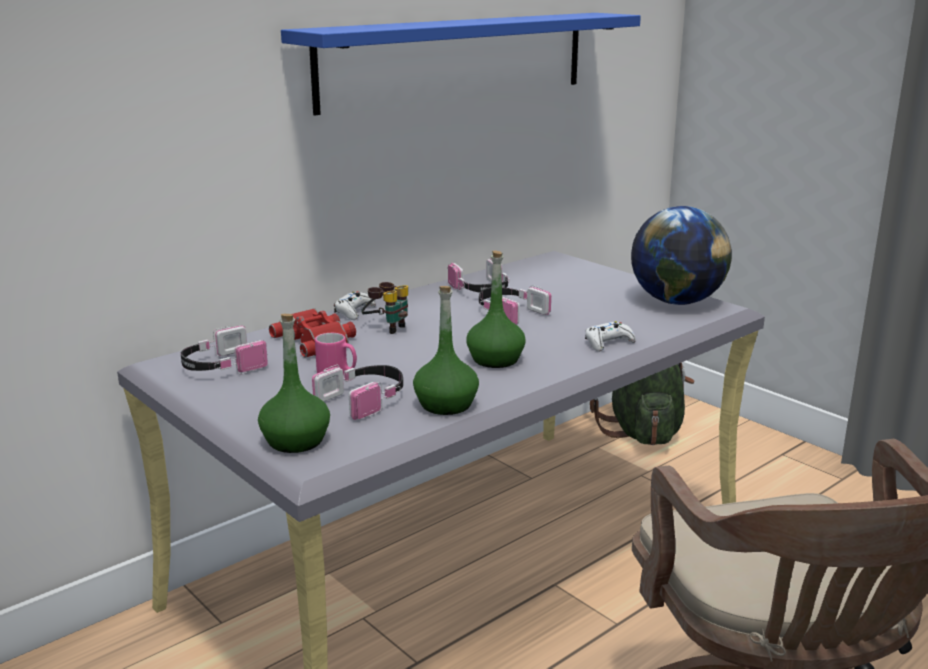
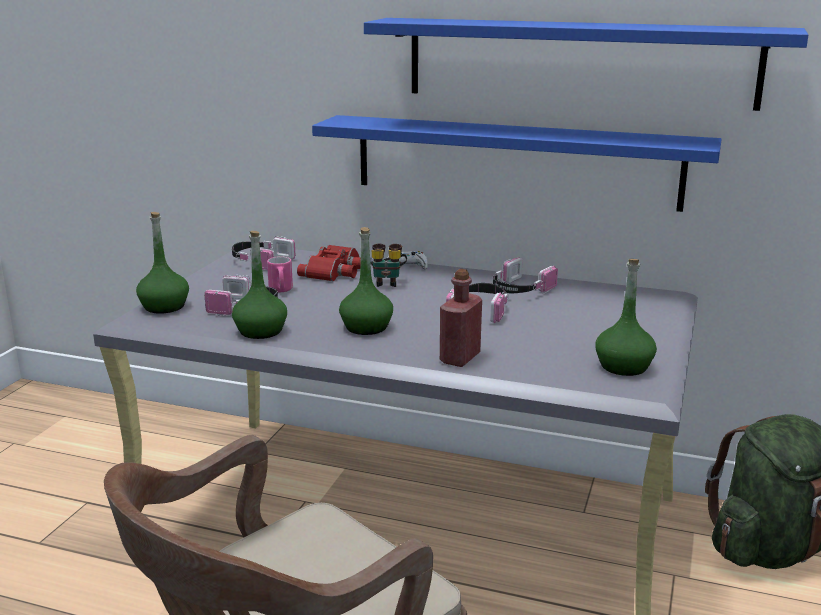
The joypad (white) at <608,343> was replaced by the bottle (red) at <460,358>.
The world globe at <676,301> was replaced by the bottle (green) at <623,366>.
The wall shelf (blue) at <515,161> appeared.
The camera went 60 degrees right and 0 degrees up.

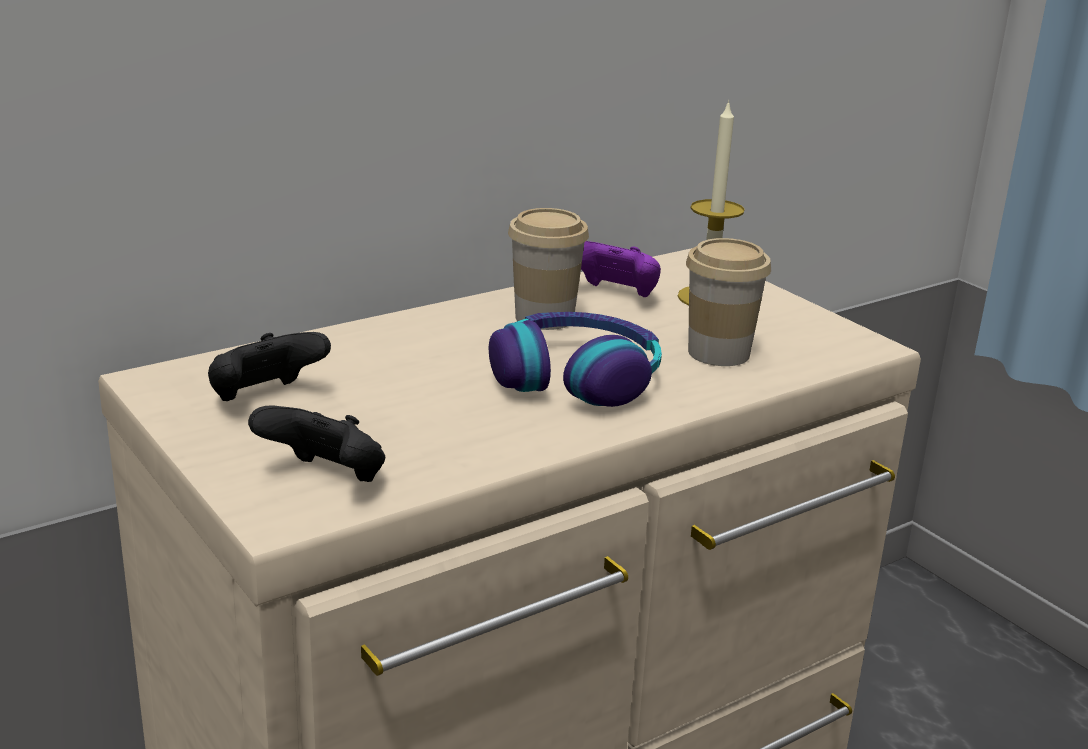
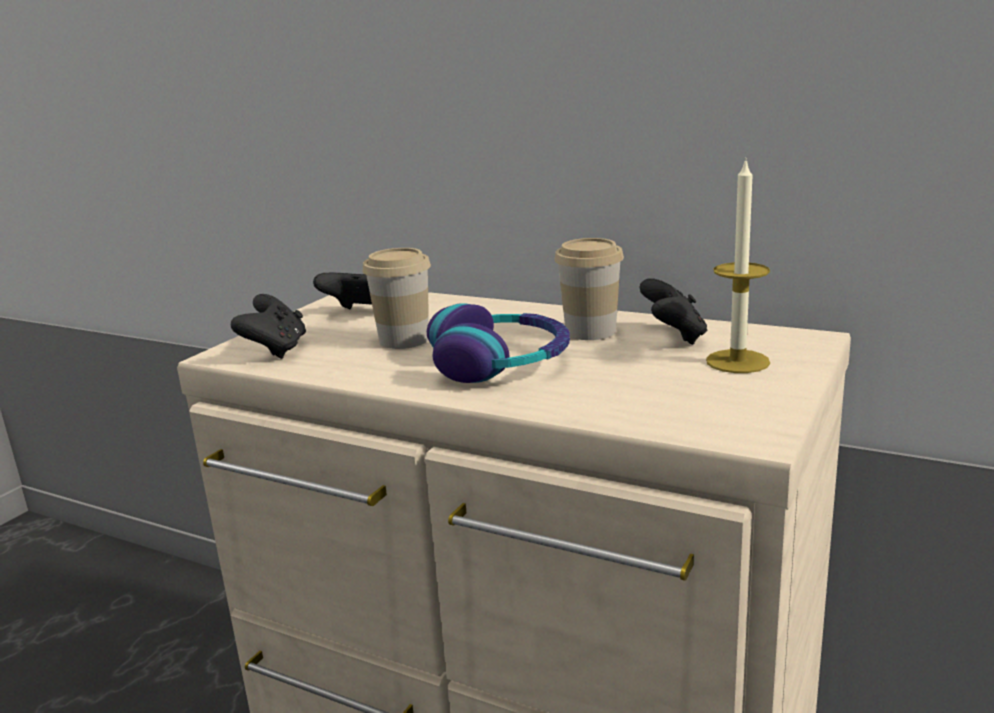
The joypad (purplish) at <613,296> became the joypad (blackish) at <673,337>.
The cup moved from <718,353> to <404,340>.
The camera went 65 degrees right and 5 degrees down.

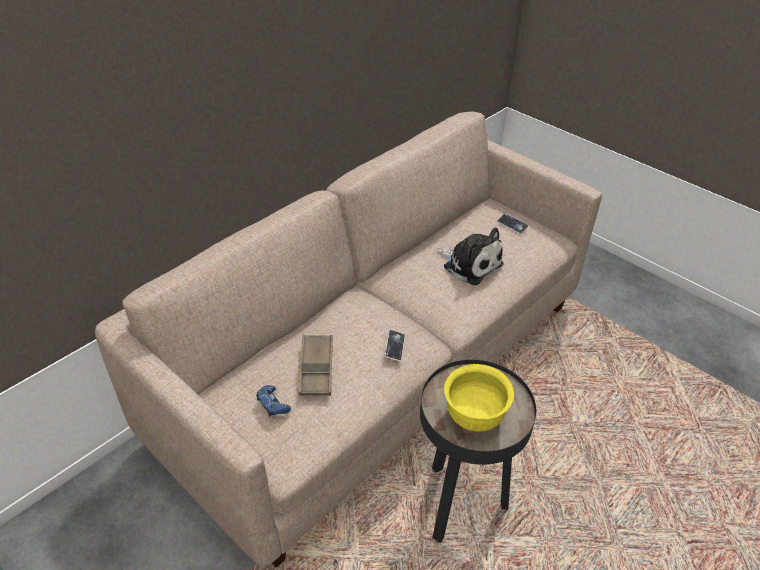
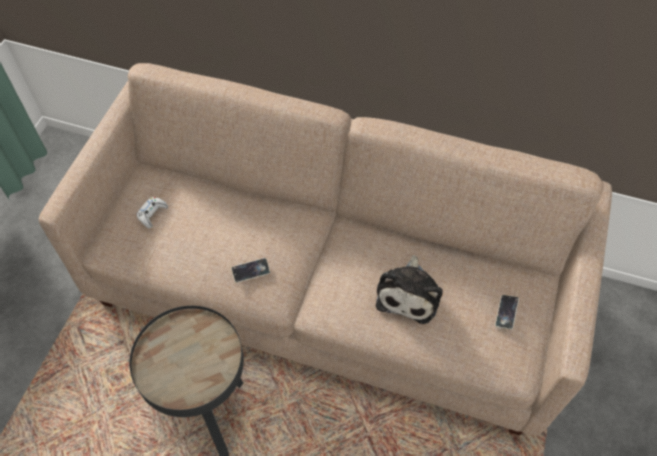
The joypad (blue) at <273,404> became the joypad (white) at <152,214>.
The serving tray (brown) at <316,368> disappeared.
The serving bowl (yellow-coloured) at <474,416> disappeared.
The camera went 65 degrees right and 15 degrees up.

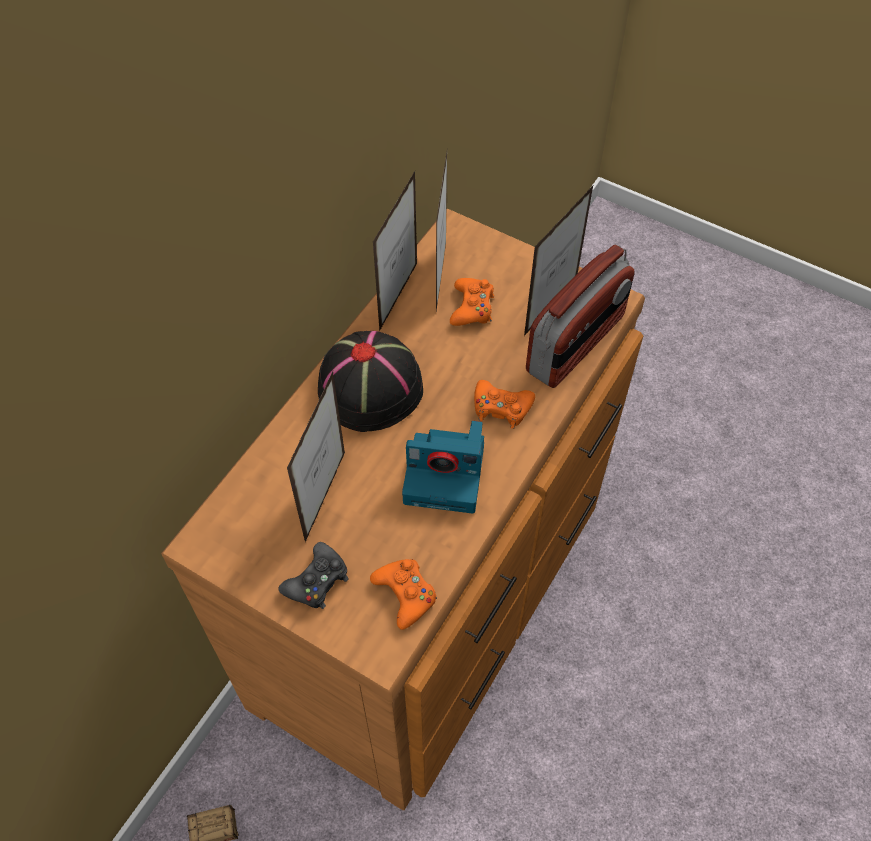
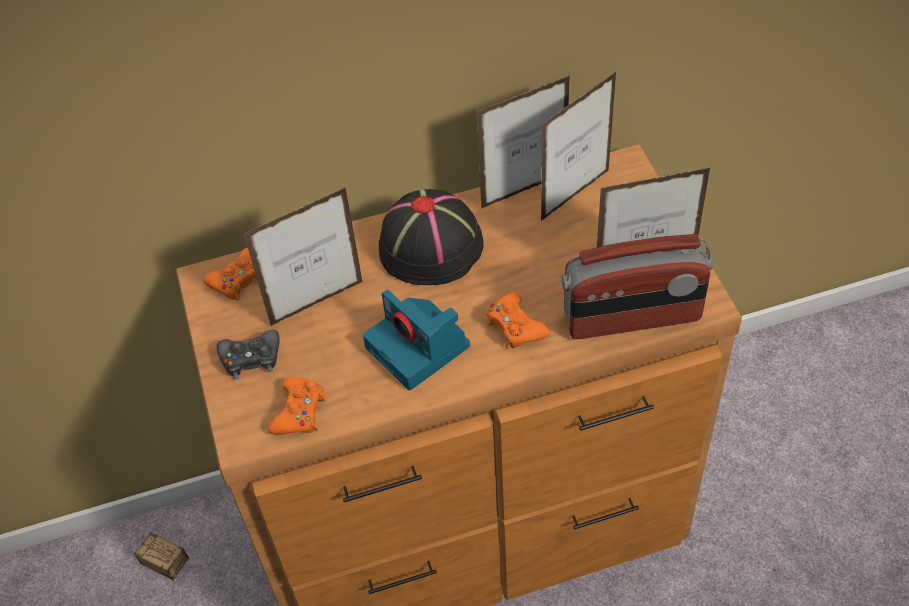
The joypad (orange-coloured) moved from <472,307> to <239,280>.
The camera went 45 degrees right and 5 degrees down.

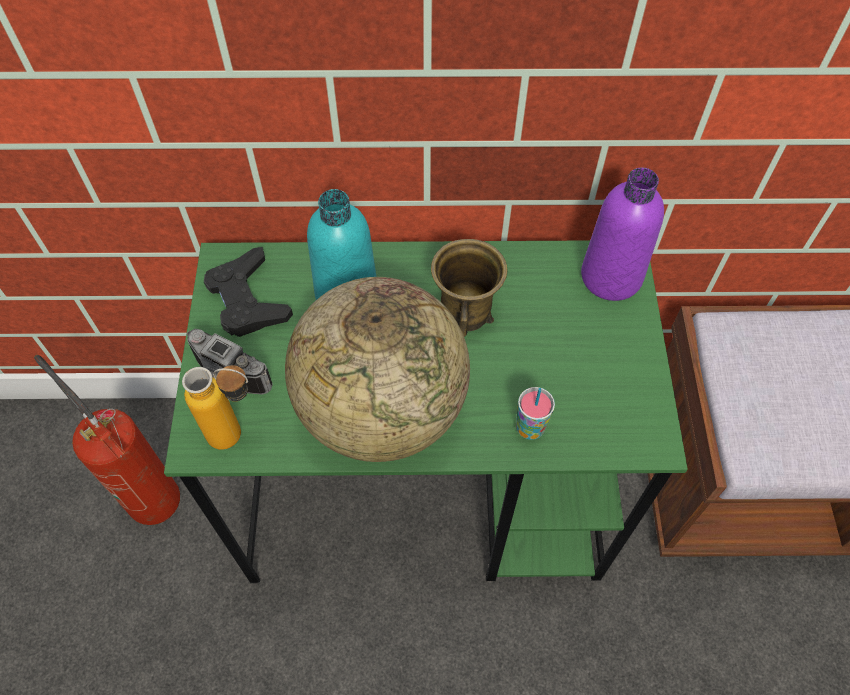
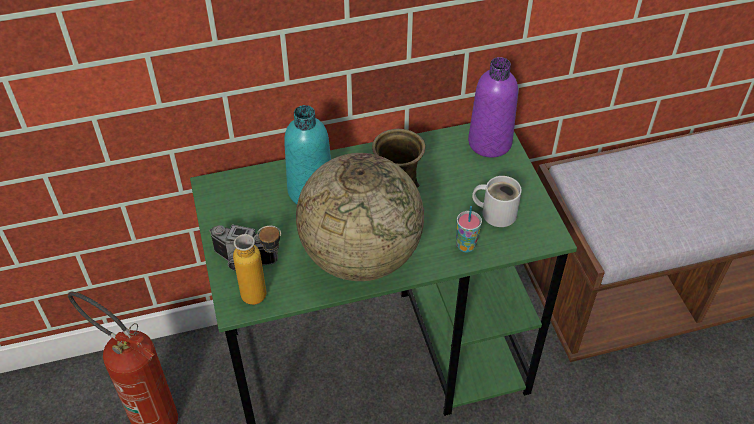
The joypad (blackish) at <247,299> disappeared.
The mug (white) at <496,212> appeared.
The camera went 15 degrees left and 10 degrees down.

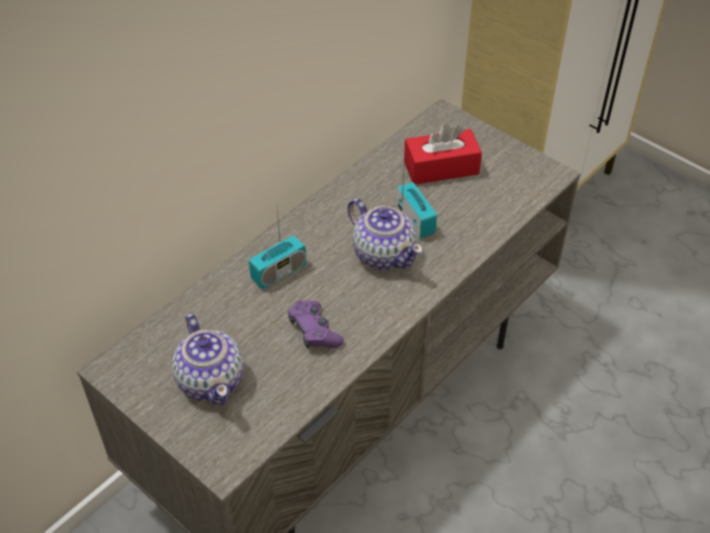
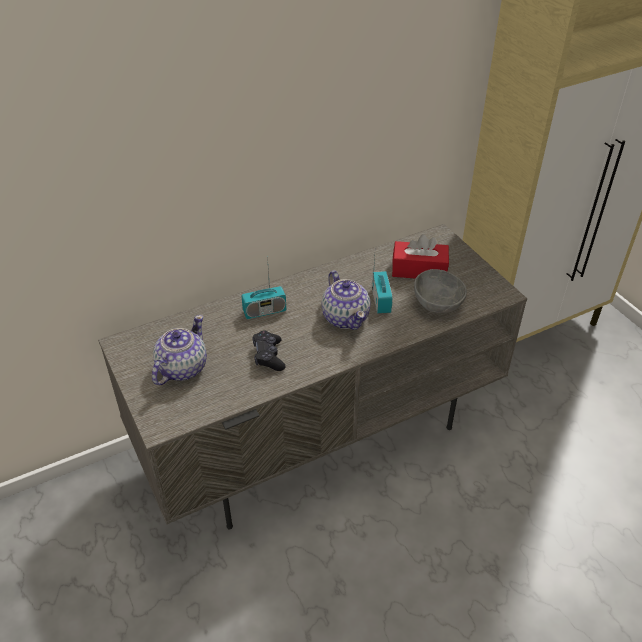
The pot for tea at <211,380> turned 150 degrees counterclockwise.
The joypad (purplish) at <314,331> became the joypad (blackish) at <268,356>.
The serving bowl (greyish) at <438,303> appeared.
The camera went 20 degrees right and 5 degrees down.

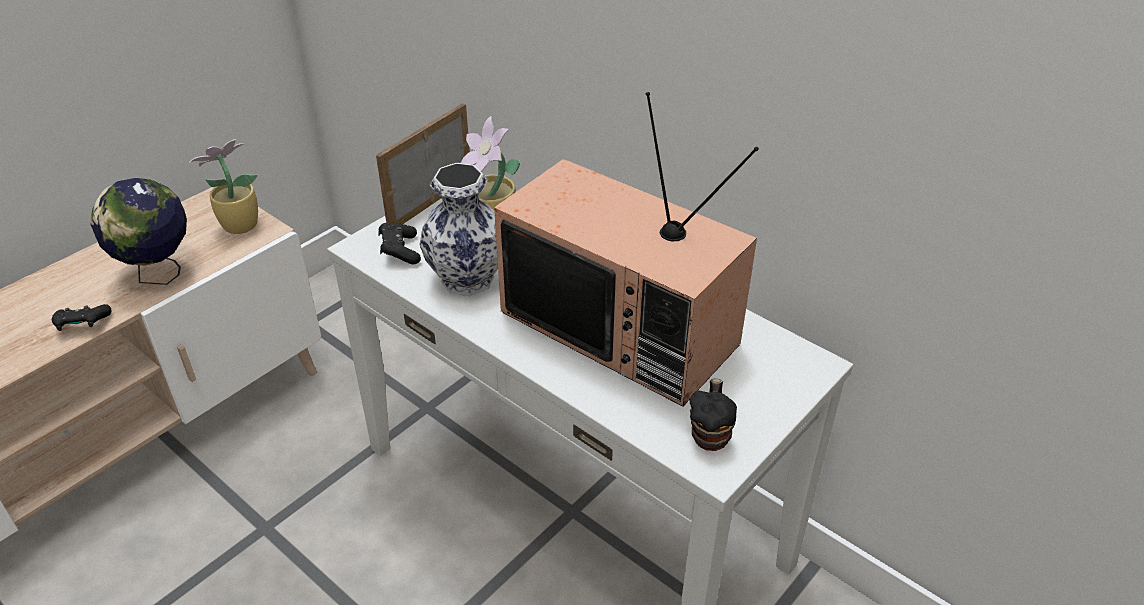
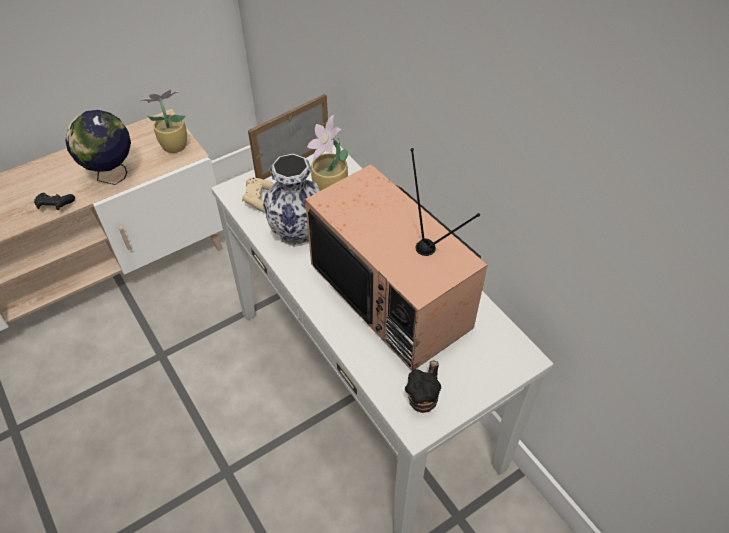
The joypad (blackish) at <400,251> became the joypad (beige) at <259,199>.
The camera went 15 degrees right and 10 degrees up.

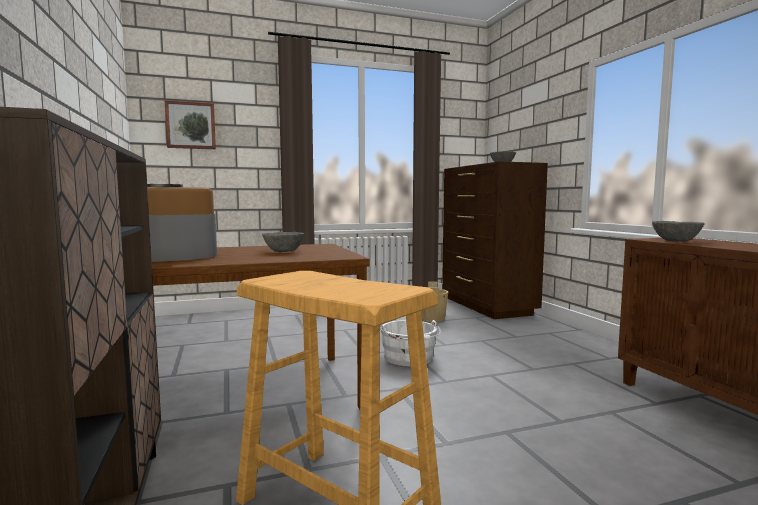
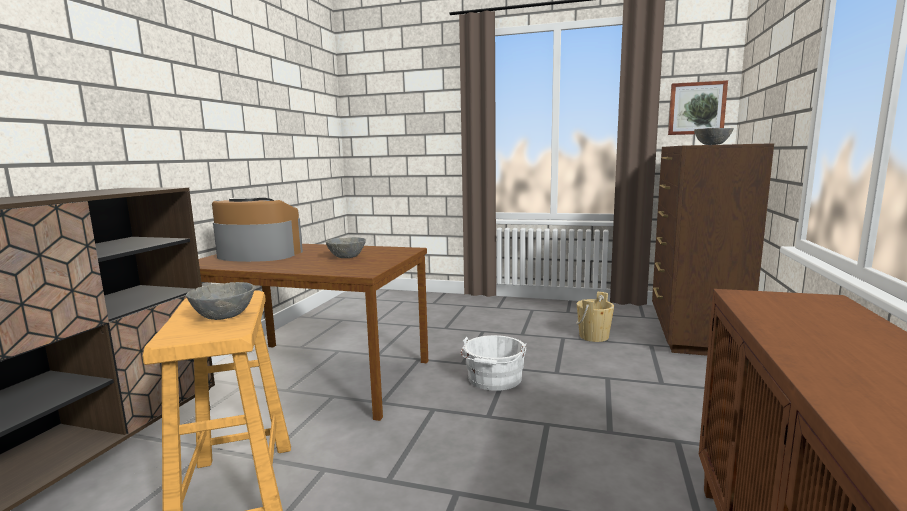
The wall art moved from <191,125> to <696,108>.
The serving bowl (greyish) moved from <676,241> to <224,316>.
The camera went 35 degrees right and 5 degrees up.

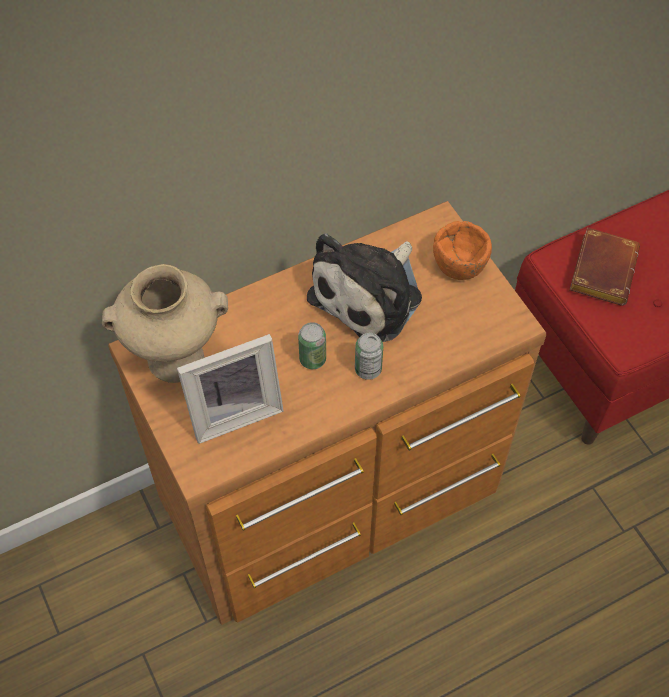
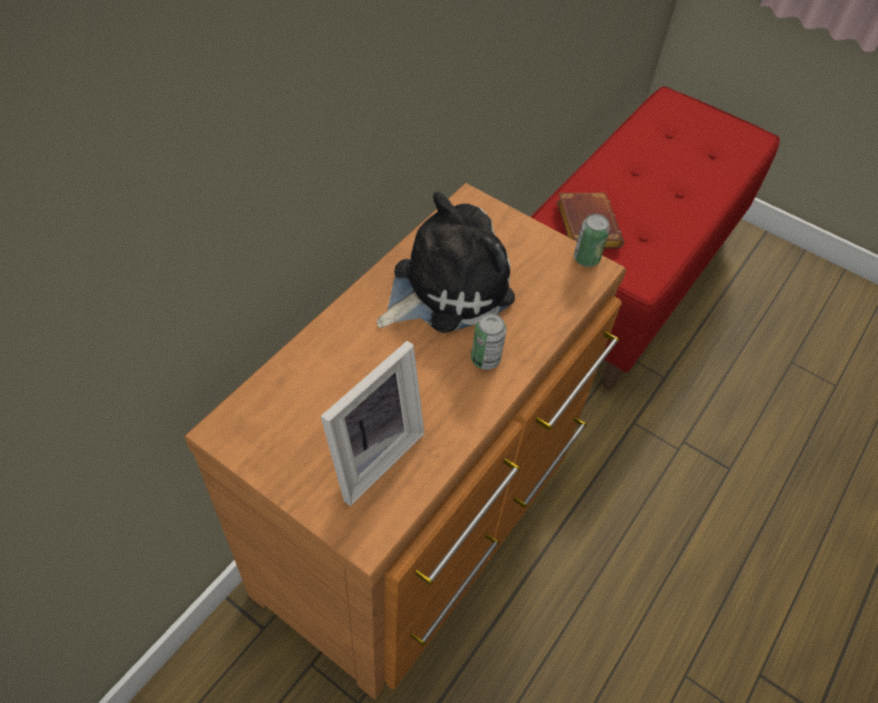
The flower vase (beige) at <174,360> disappeared.
The sealed can moved from <312,359> to <586,259>.
The cuddly toy at <370,295> turned 135 degrees counterclockwise.
The serving bowl (orange-coloured) at <460,266> disappeared.
The camera went 30 degrees left and 5 degrees down.

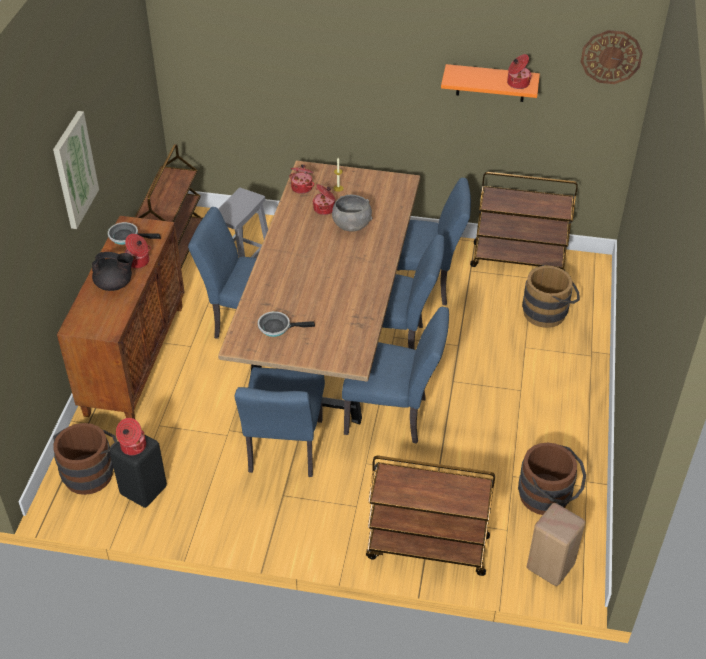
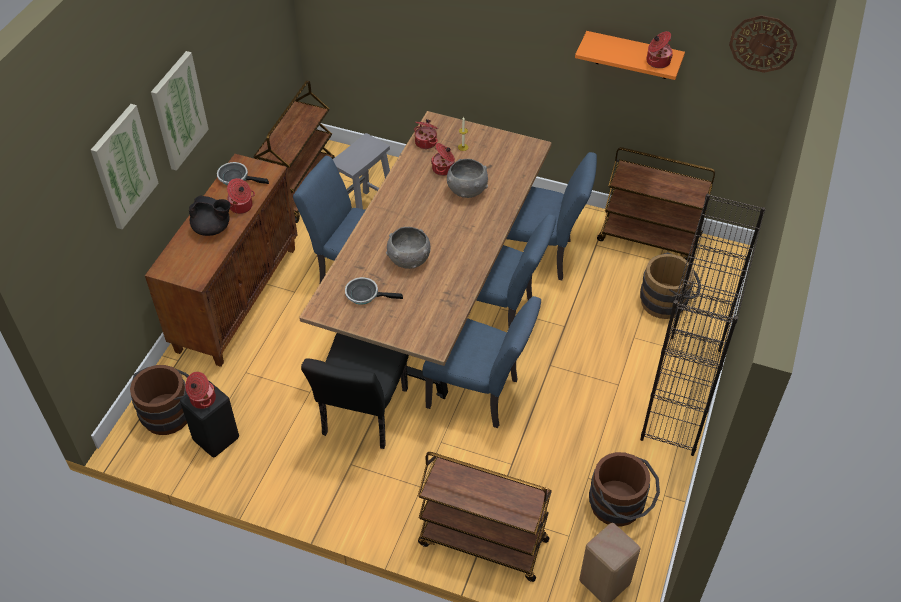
The chair (blue) at <284,451> became the chair (blackish) at <362,417>.
The wall art at <123,166> appeared.
The serving bowl (greyish) at <409,260> appeared.
The bookshelf (blackish) at <682,394> appeared.
The camera went 10 degrees right and 5 degrees up.

